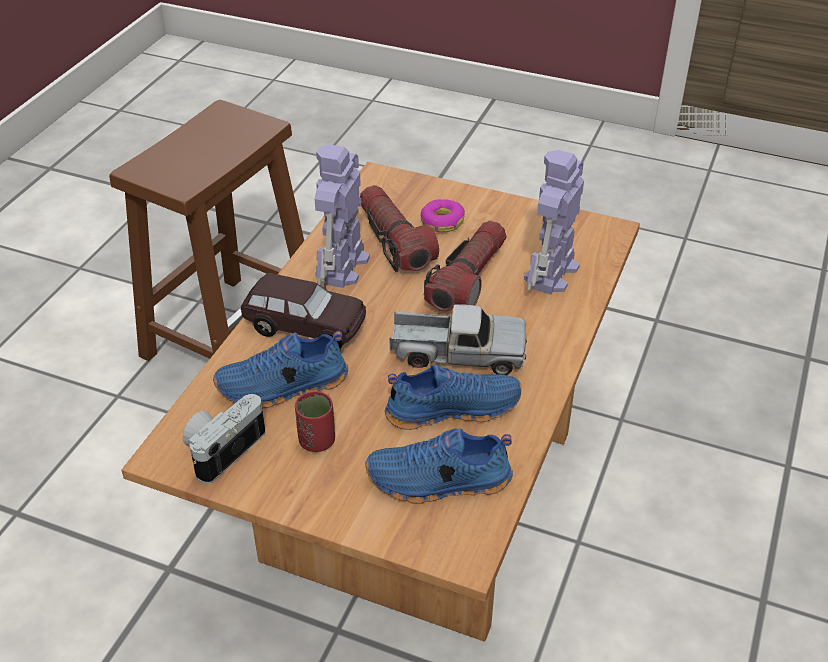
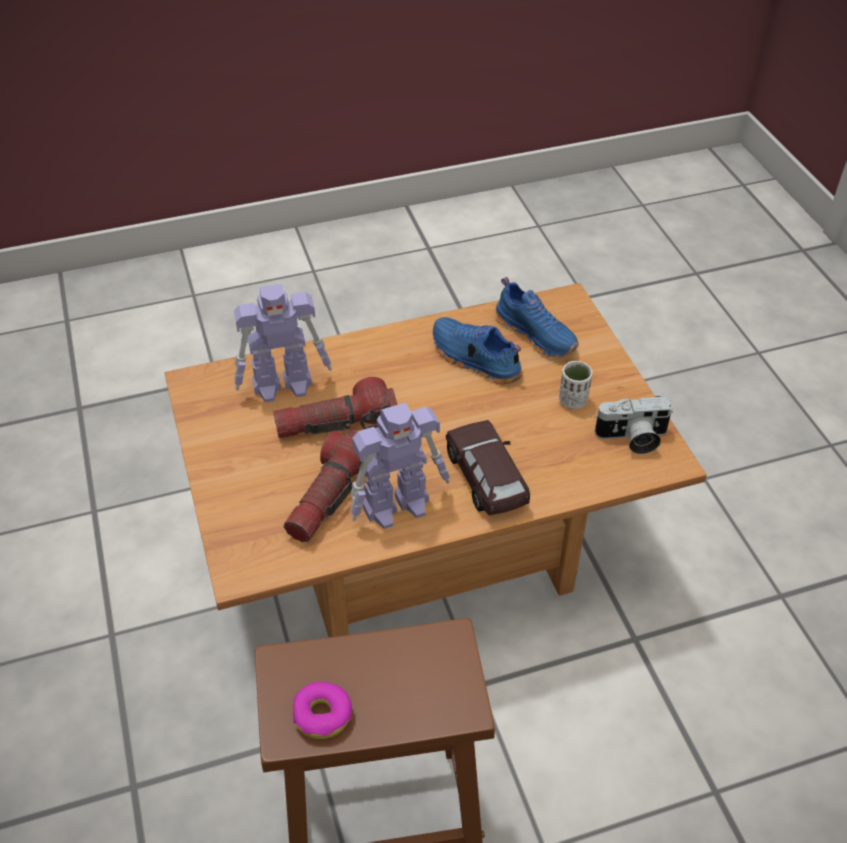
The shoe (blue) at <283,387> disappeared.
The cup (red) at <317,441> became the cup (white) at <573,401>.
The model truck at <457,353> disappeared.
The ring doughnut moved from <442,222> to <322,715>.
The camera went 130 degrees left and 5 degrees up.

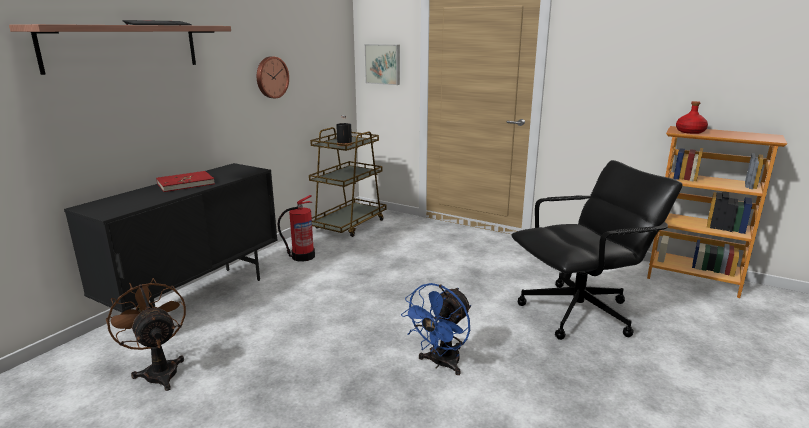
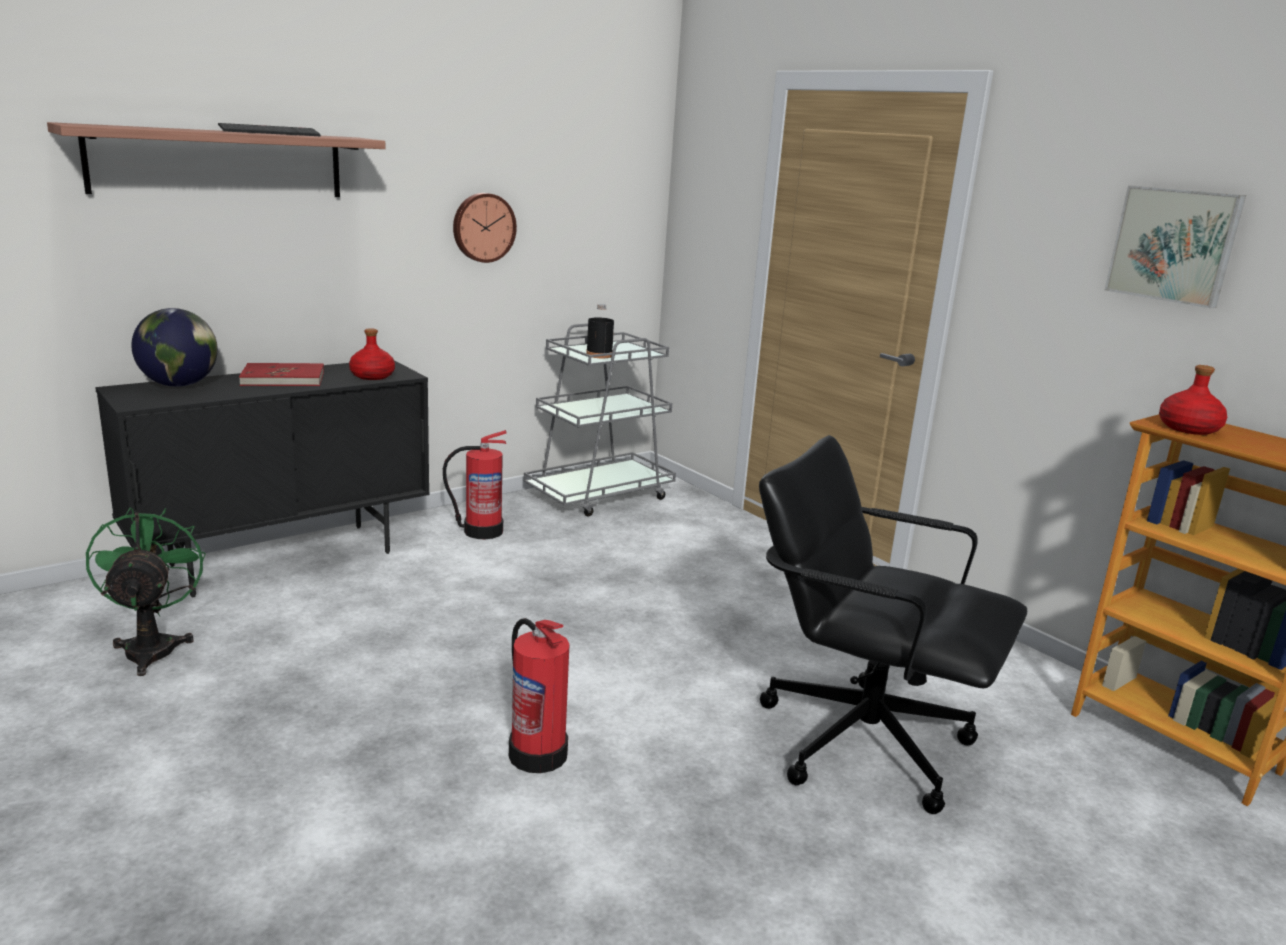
The cooling fan (brown) at <159,370> became the cooling fan (green) at <153,646>.
The trolley (brown) at <349,225> became the trolley (greyish) at <600,495>.
The wall art moved from <383,64> to <1174,245>.
The cooling fan (blue) at <440,364> was replaced by the fire extinguisher at <537,752>.
The office chair (blackish) at <579,313> turned 150 degrees counterclockwise.
The world globe at <179,385> appeared.
The bottle (red) at <372,376> appeared.
The camera went 20 degrees right and 0 degrees up.

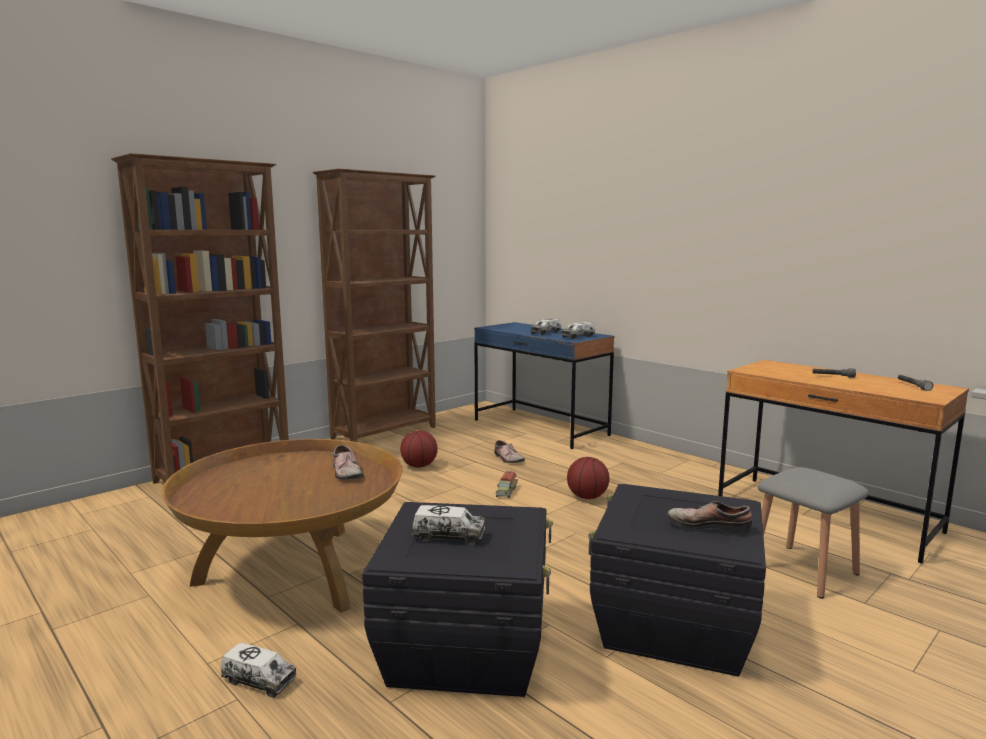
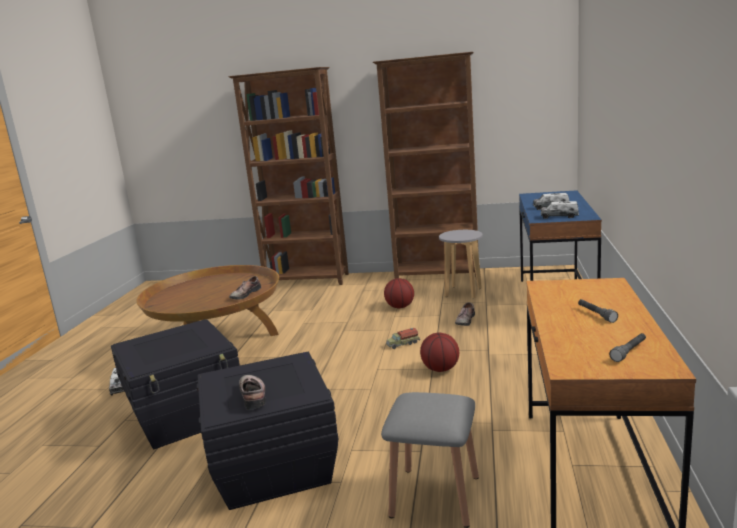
The model truck at <449,536> disappeared.
The stool seat (greyish) at <463,292> appeared.
The camera went 55 degrees right and 5 degrees up.

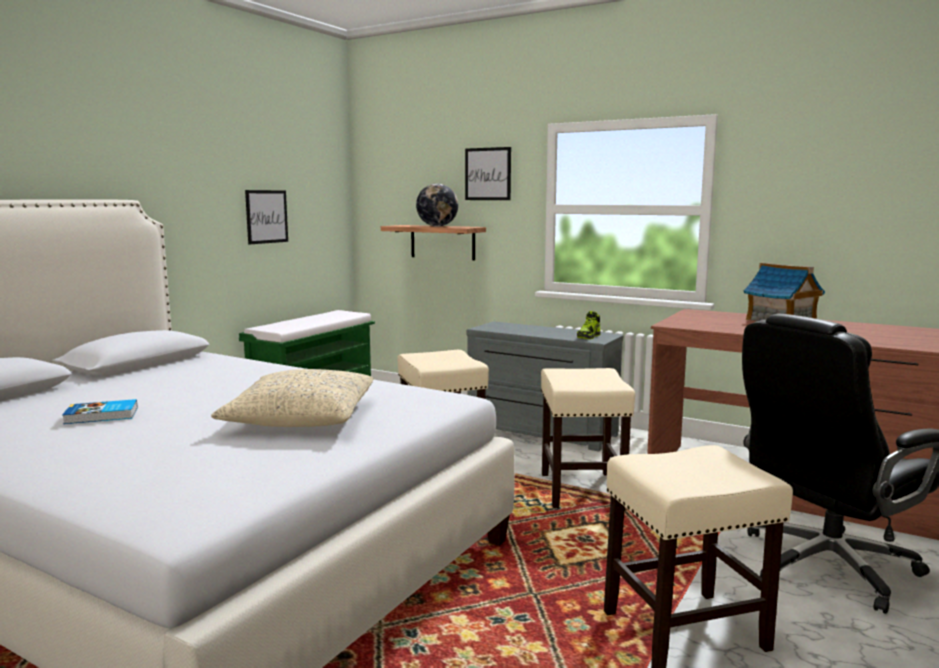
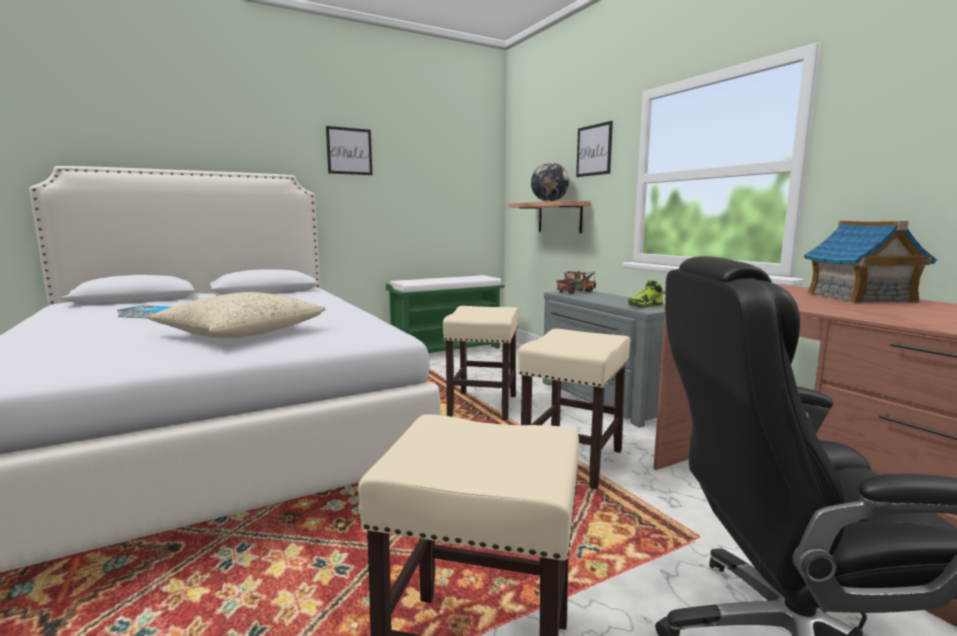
The wall art moved from <266,216> to <349,151>.
The model truck at <578,292> appeared.
The camera went 30 degrees right and 0 degrees up.

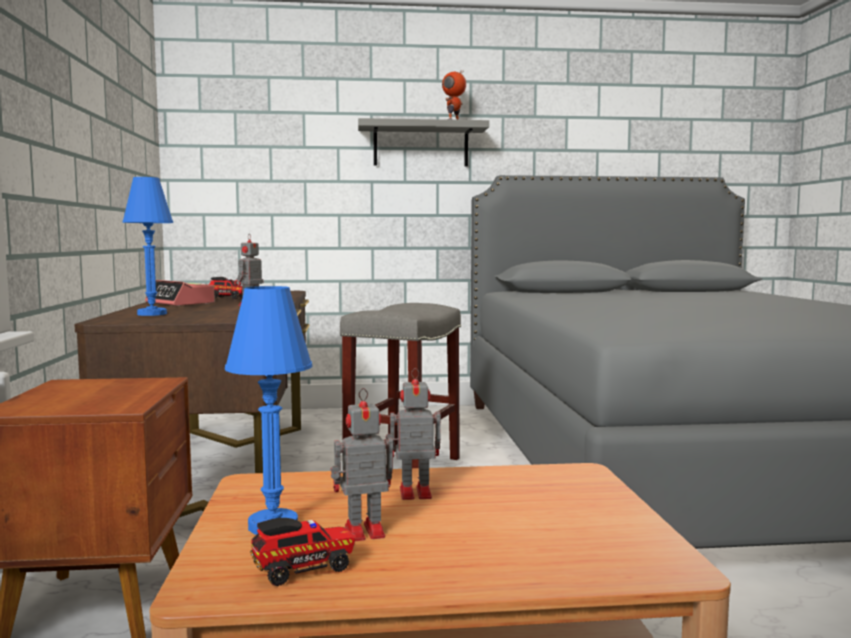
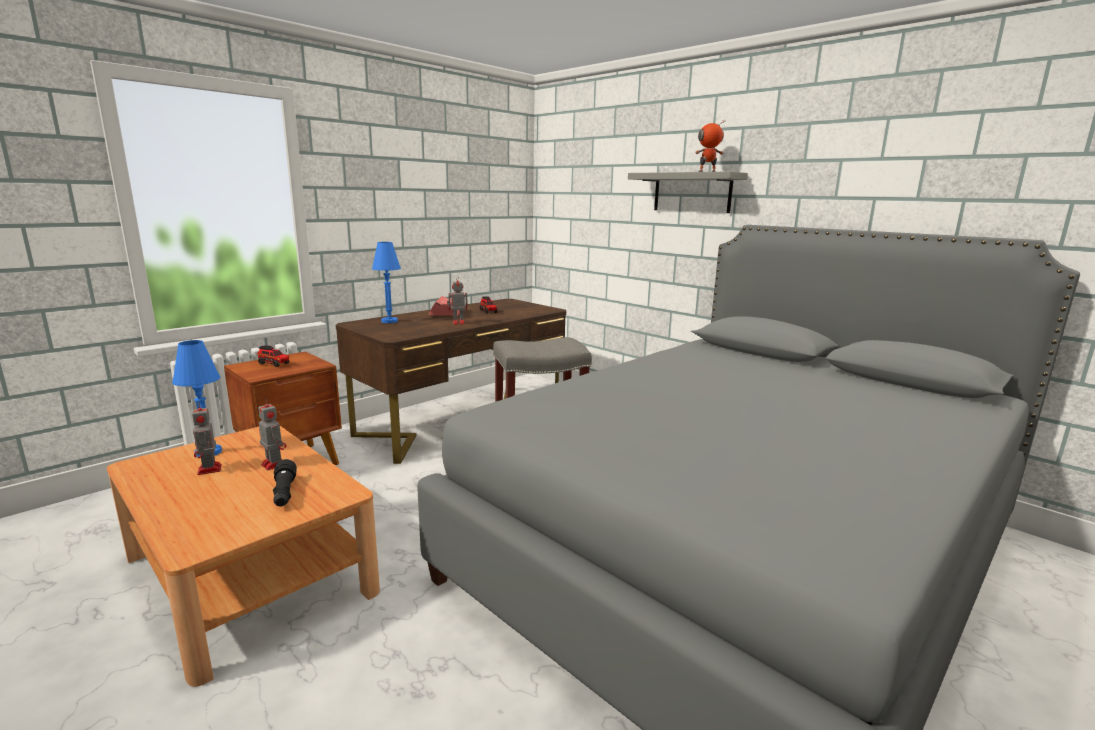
The model truck moved from <306,569> to <274,364>.
The model robot at <362,531> turned 150 degrees counterclockwise.
The flashlight (blackish) at <284,493> appeared.
The camera went 50 degrees right and 10 degrees up.

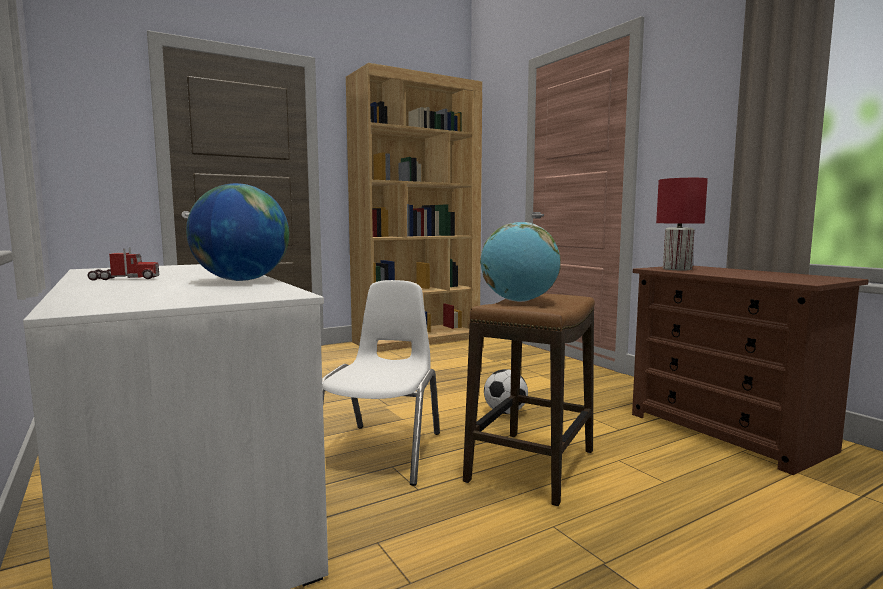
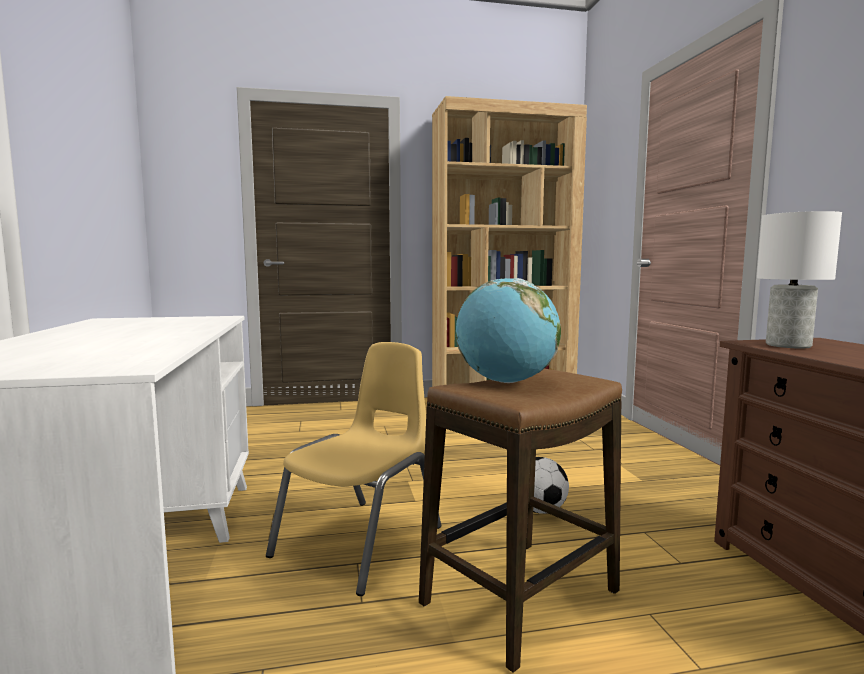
The model truck at <124,279> disappeared.
The world globe at <241,280> disappeared.
The chair (white) at <382,452> became the chair (yellow-coloured) at <361,542>.
The lamp for a table (red) at <676,269> became the lamp for a table (white) at <787,345>.
The camera went 20 degrees right and 0 degrees up.

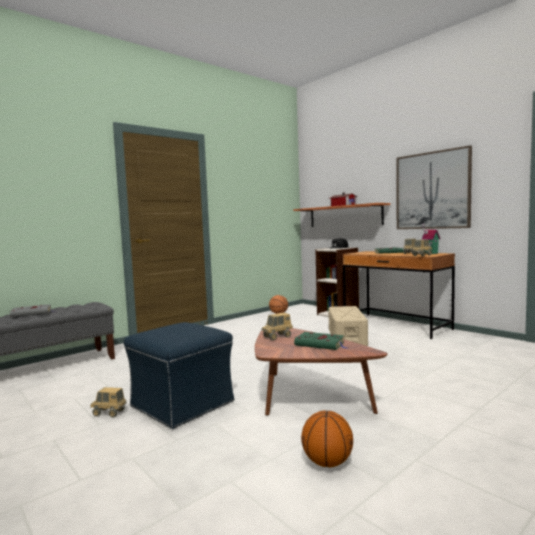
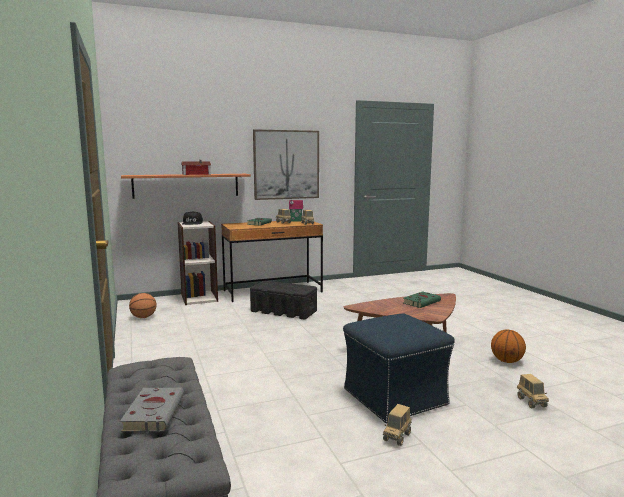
The model truck moved from <277,337> to <531,402>.
The storage container (beige) at <347,338> became the storage container (blackish) at <284,311>.
The camera went 70 degrees left and 5 degrees up.

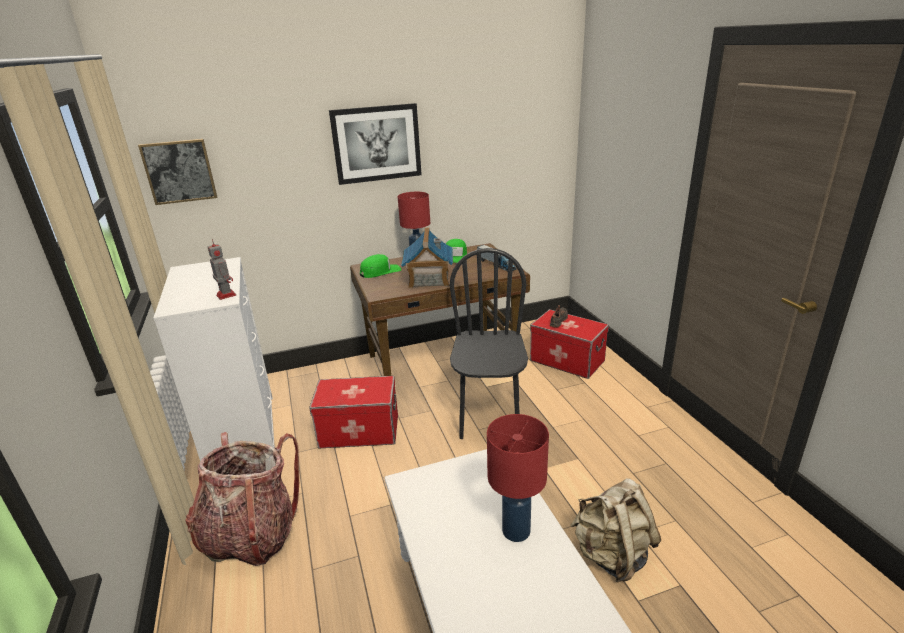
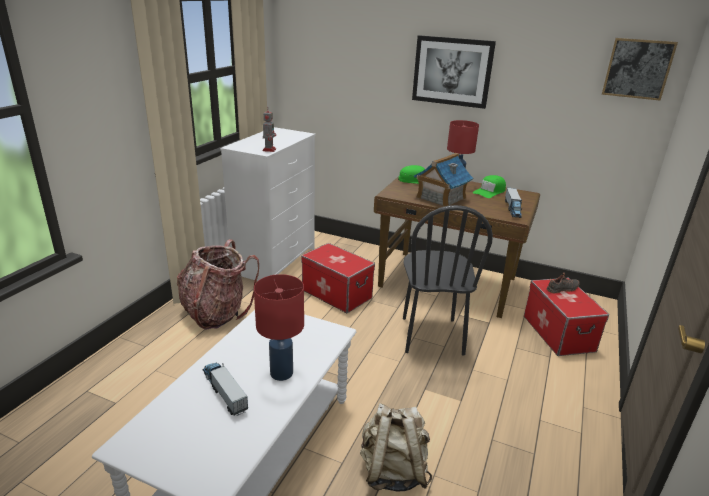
The wall art moved from <179,171> to <638,69>.
The chair (blackish) at <489,418> turned 135 degrees clockwise.
The model truck at <224,392> appeared.
The camera went 40 degrees right and 0 degrees up.

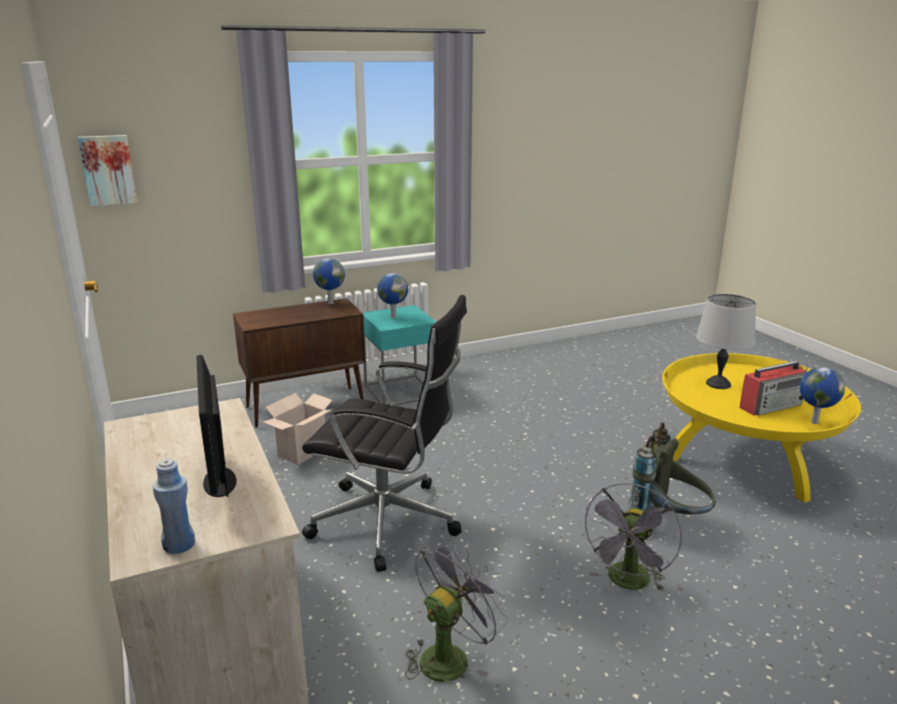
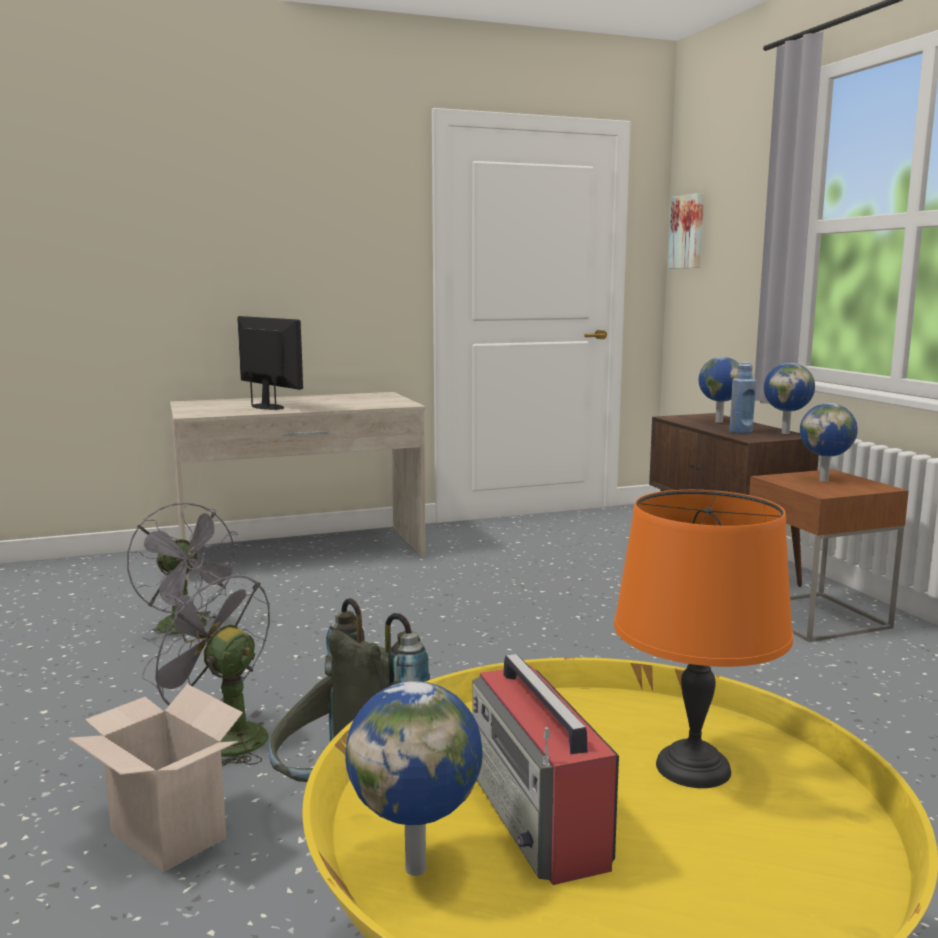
The bottle (blue) moved from <179,545> to <740,432>.
The monitor at <219,481> turned 60 degrees clockwise.
The cardboard box moved from <302,453> to <163,835>.
The office chair (blackish) at <389,523> disappeared.
The accent table (turquoise-coloured) at <400,391> became the accent table (brown) at <815,616>.
The lamp for a table (greyish) at <718,383> became the lamp for a table (orange-coloured) at <695,768>.
The world globe at <718,422> appeared.
The camera went 95 degrees right and 10 degrees down.

